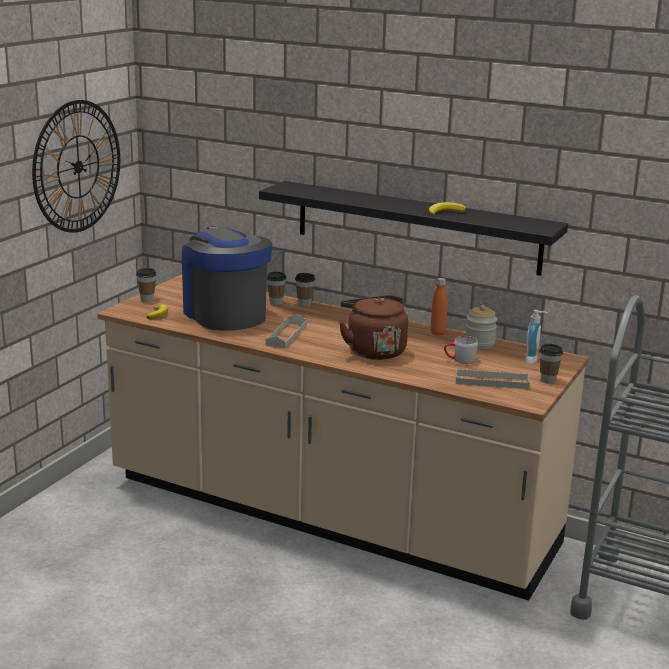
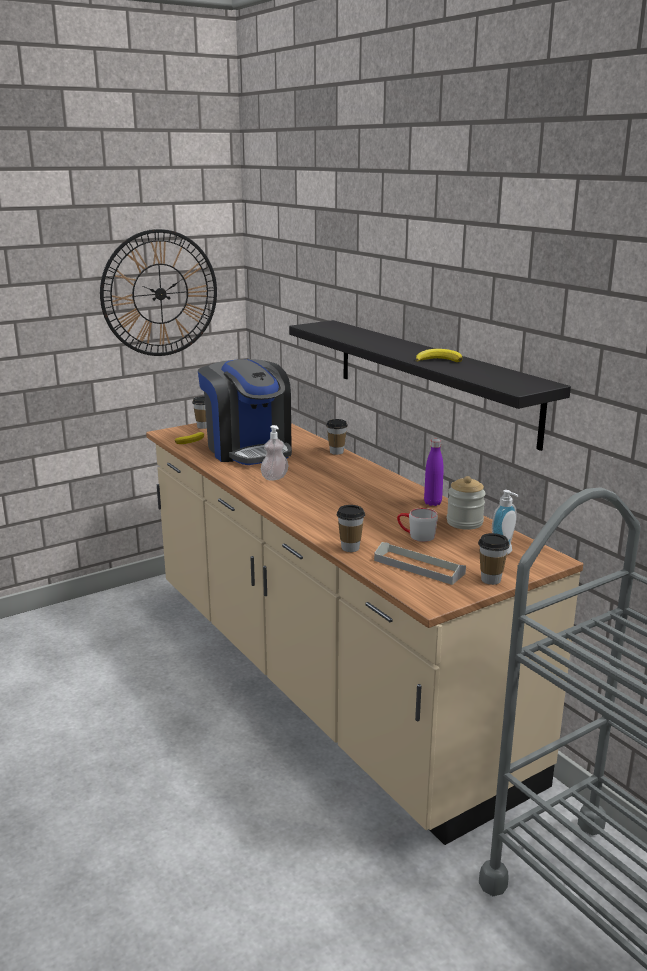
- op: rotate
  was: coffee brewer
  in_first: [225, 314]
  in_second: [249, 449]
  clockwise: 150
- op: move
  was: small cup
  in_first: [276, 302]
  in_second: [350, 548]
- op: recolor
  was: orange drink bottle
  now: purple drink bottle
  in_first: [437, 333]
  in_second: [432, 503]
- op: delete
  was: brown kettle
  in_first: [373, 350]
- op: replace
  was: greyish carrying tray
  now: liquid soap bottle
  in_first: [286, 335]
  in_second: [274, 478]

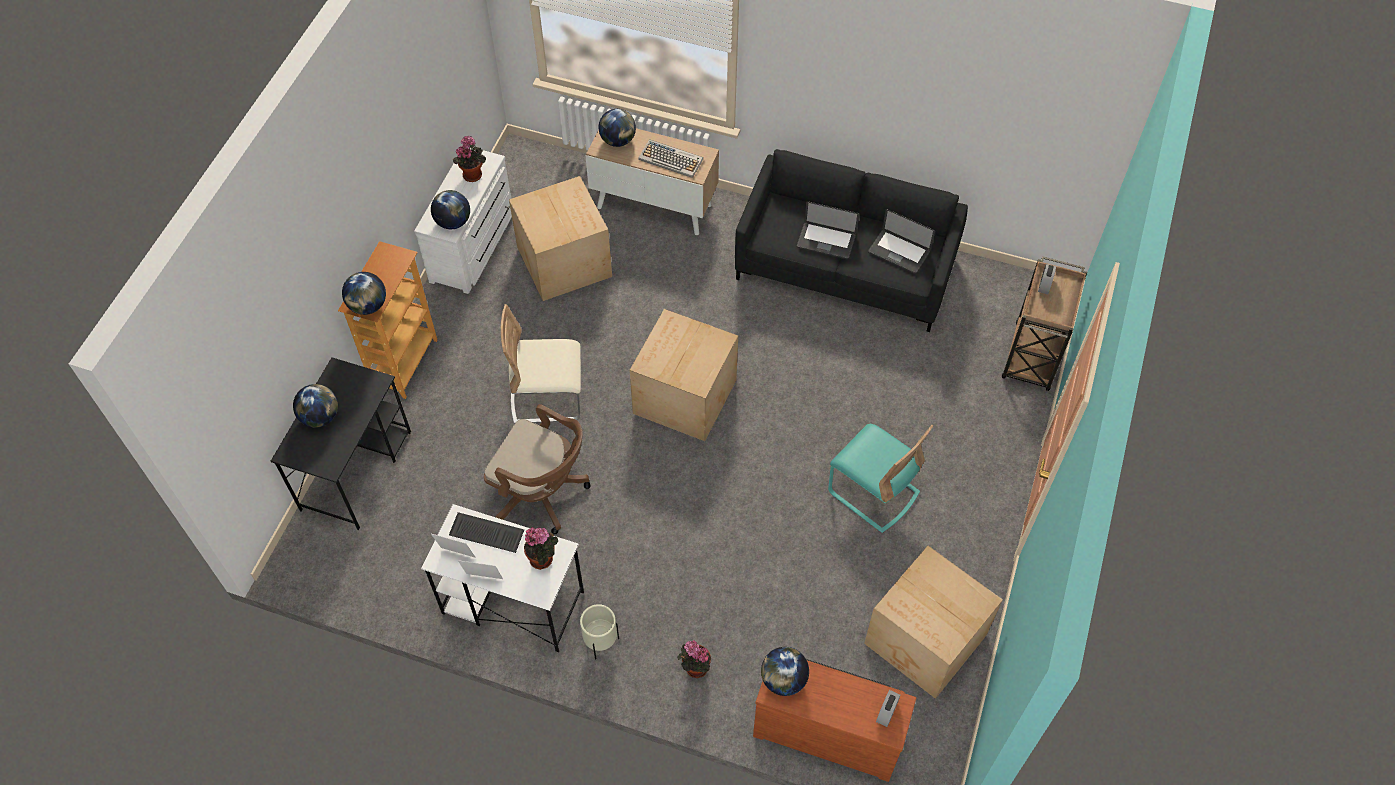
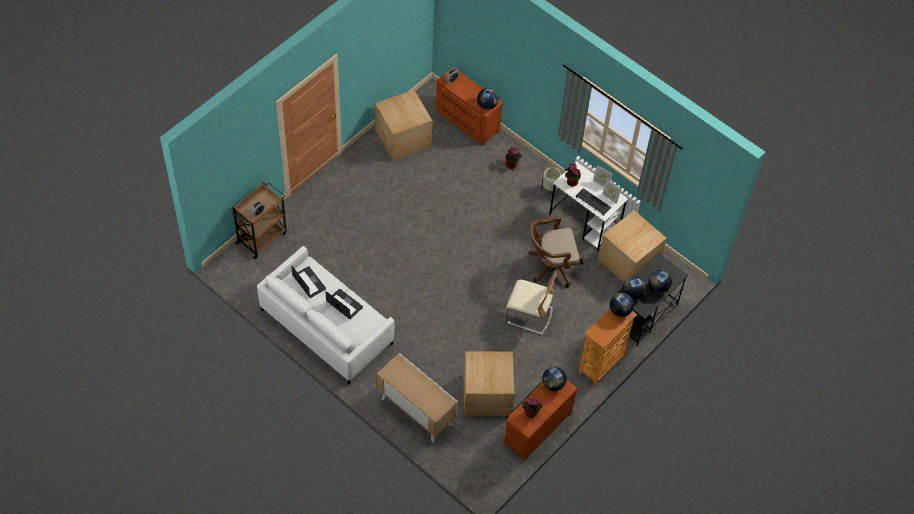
- op: move
  was: world globe
  in_first: [618, 140]
  in_second: [632, 293]
- op: delete
  was: keyboard
  in_first: [671, 159]
- op: recolor
  was: white-coloured drawer chest
  now: brown drawer chest
  in_first: [474, 246]
  in_second: [536, 426]
- op: recolor
  was: black-coloured settee
  now: white-coloured settee
  in_first: [845, 267]
  in_second: [327, 326]
- op: move
  was: packing box
  in_first: [683, 397]
  in_second: [629, 260]
- op: rotate
  was: brown computer chair
  in_first: [542, 494]
  in_second: [551, 266]
  clockwise: -60
- op: delete
  was: turquoise-coloured chair
  in_first: [873, 492]

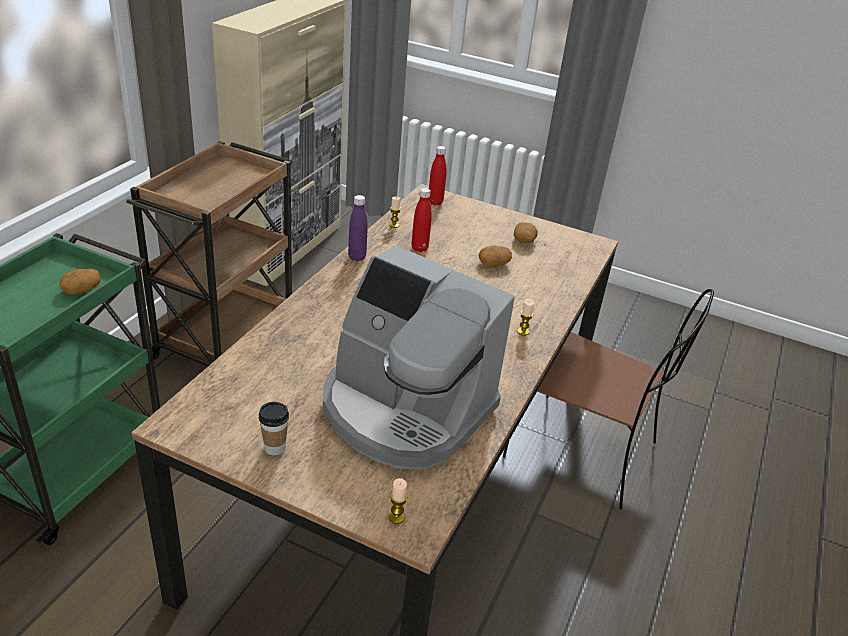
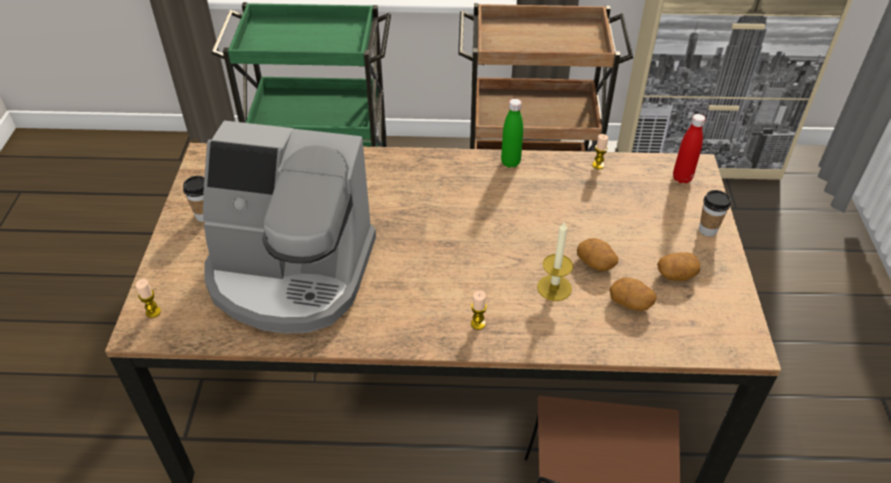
- op: delete
  was: red-coloured drink bottle
  in_first: [419, 248]
- op: recolor
  was: purple drink bottle
  now: greenish drink bottle
  in_first: [357, 257]
  in_second: [510, 162]
- op: rotate
  was: coffee brewer
  in_first: [404, 410]
  in_second: [291, 273]
  clockwise: -90
- op: move
  was: spud
  in_first: [82, 289]
  in_second: [631, 302]
- op: insert
  now: small cup
  in_second: [707, 230]
- op: insert
  now: wax candle
  in_second: [554, 288]

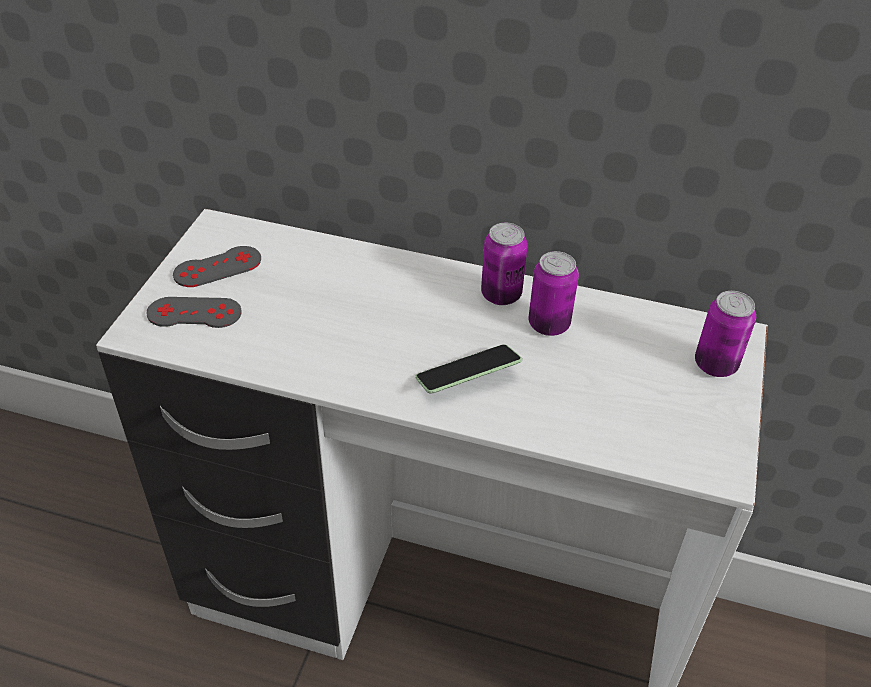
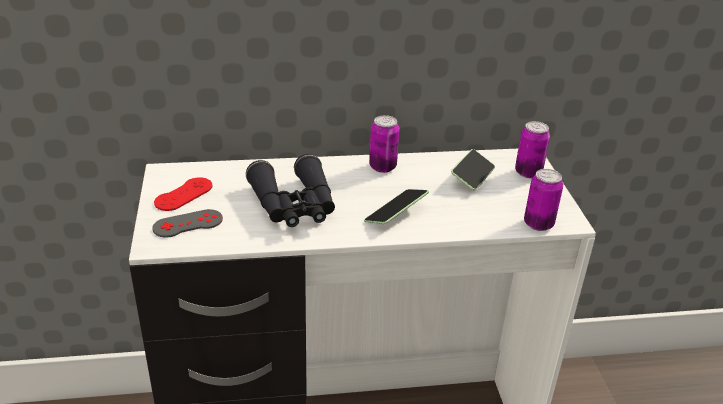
- op: recolor
  was: greyish joypad
  now: red-coloured joypad
  in_first: [217, 267]
  in_second: [183, 194]
- op: move
  was: metal can
  in_first: [548, 325]
  in_second: [538, 224]
- op: insert
  now: phone
  in_second: [472, 177]
- op: insert
  now: black-coloured pair of binoculars
  in_second: [294, 205]

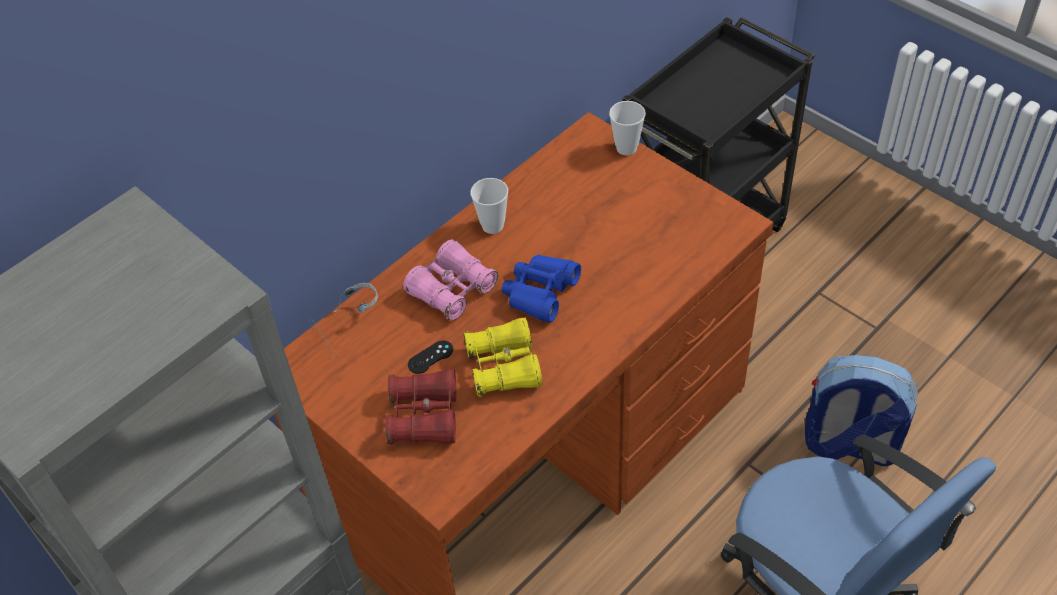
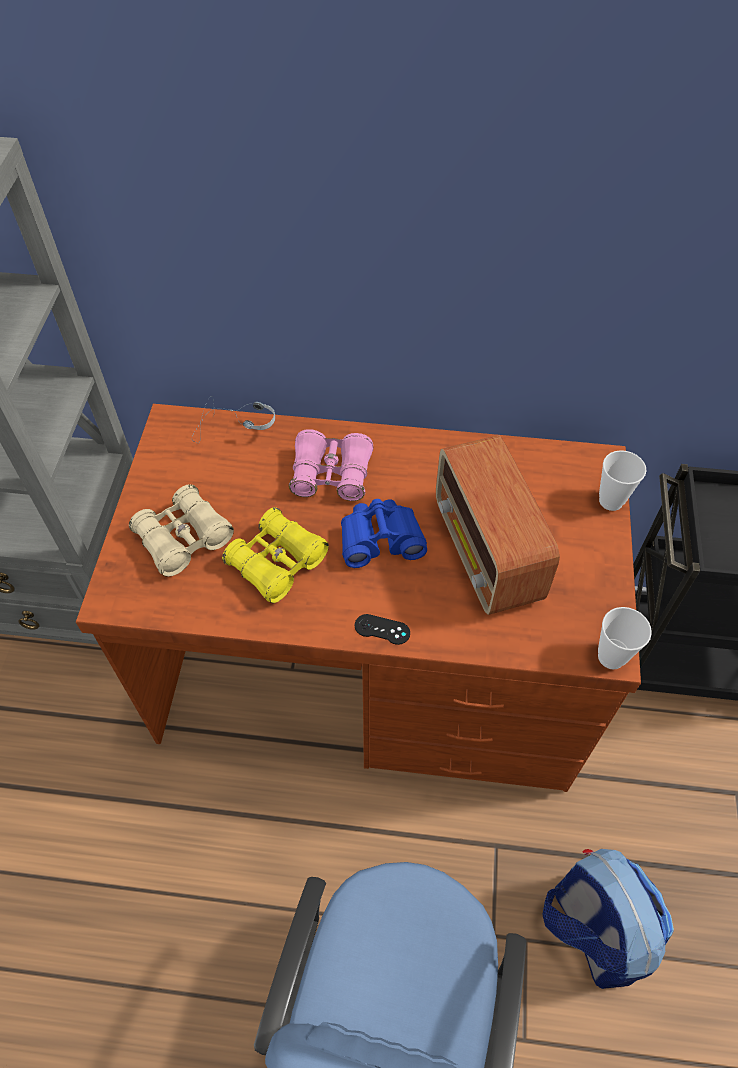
- op: move
  was: small cup
  in_first: [492, 225]
  in_second: [611, 657]
- op: move
  was: black-coloured joypad
  in_first: [430, 357]
  in_second: [382, 629]
- op: recolor
  was: red-coloured pair of binoculars
  now: beige pair of binoculars
  in_first: [424, 416]
  in_second: [184, 539]
- op: insert
  now: radio
  in_second: [487, 554]

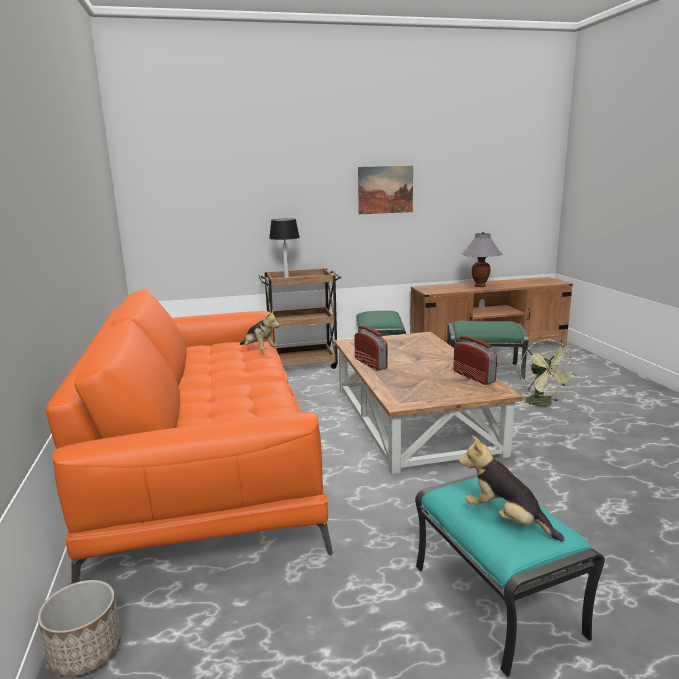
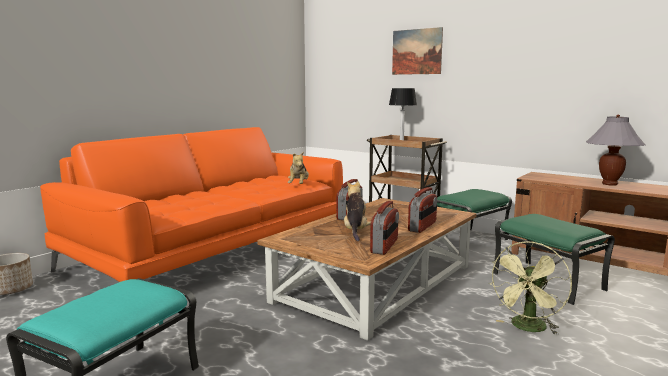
- op: move
  was: wall art
  in_first: [385, 190]
  in_second: [416, 51]
- op: move
  was: cuddly toy
  in_first: [506, 519]
  in_second: [355, 231]
- op: insert
  now: radio
  in_second: [422, 227]

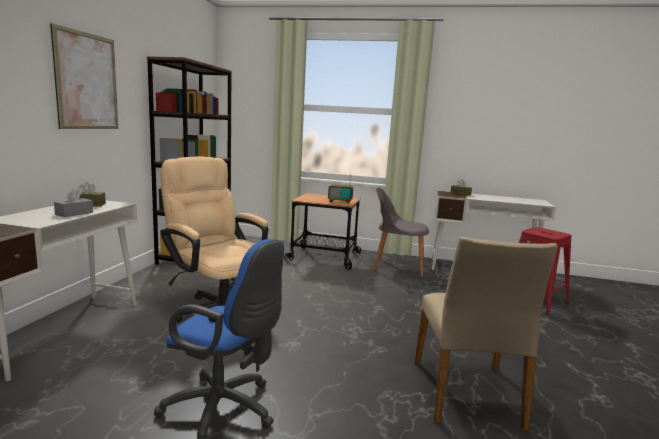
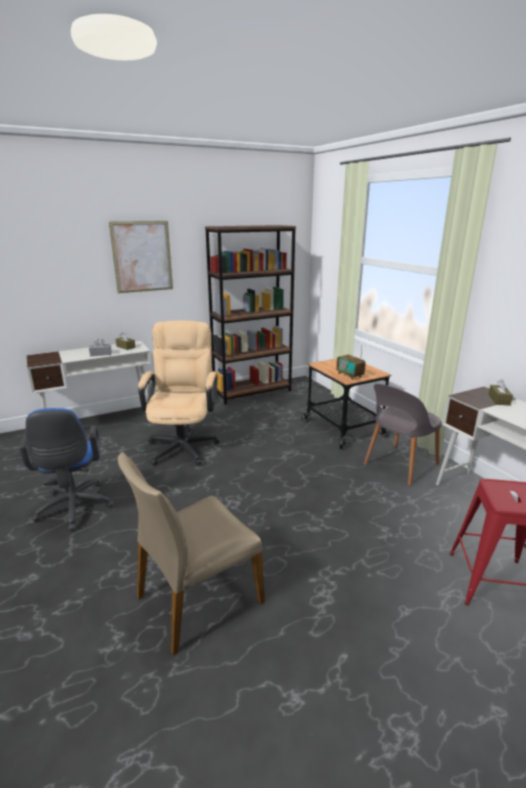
- op: rotate
  was: greyish chair
  in_first: [397, 267]
  in_second: [400, 465]
  clockwise: -105

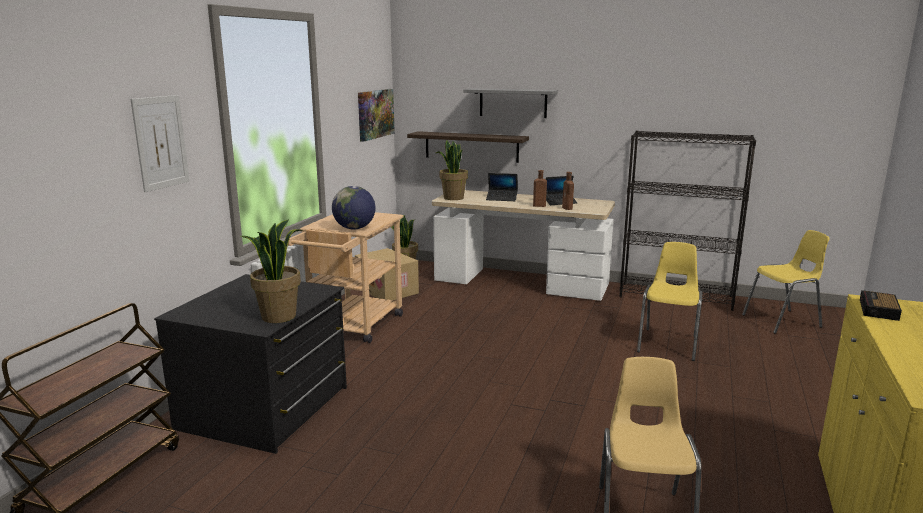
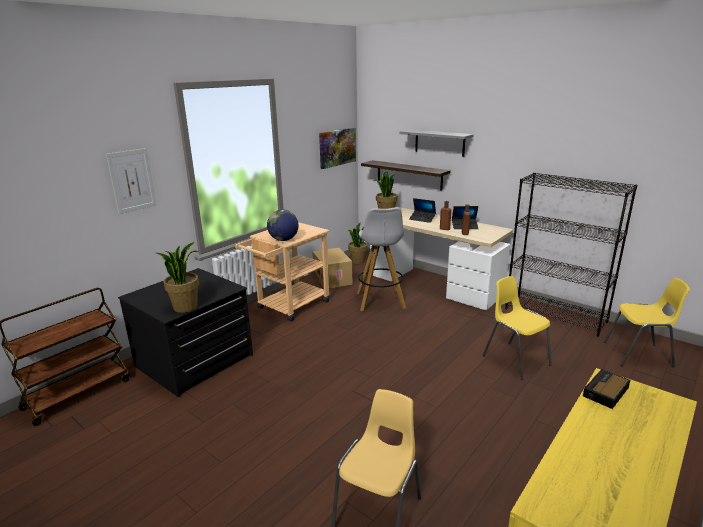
- op: rotate
  was: yellowish chair
  in_first: [668, 344]
  in_second: [515, 360]
  clockwise: -75
- op: insert
  now: white-coloured sitting stool
  in_second: [380, 301]

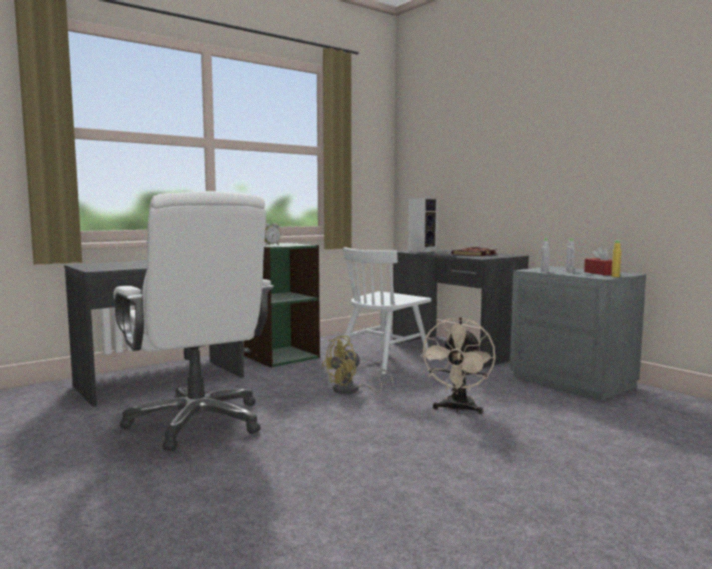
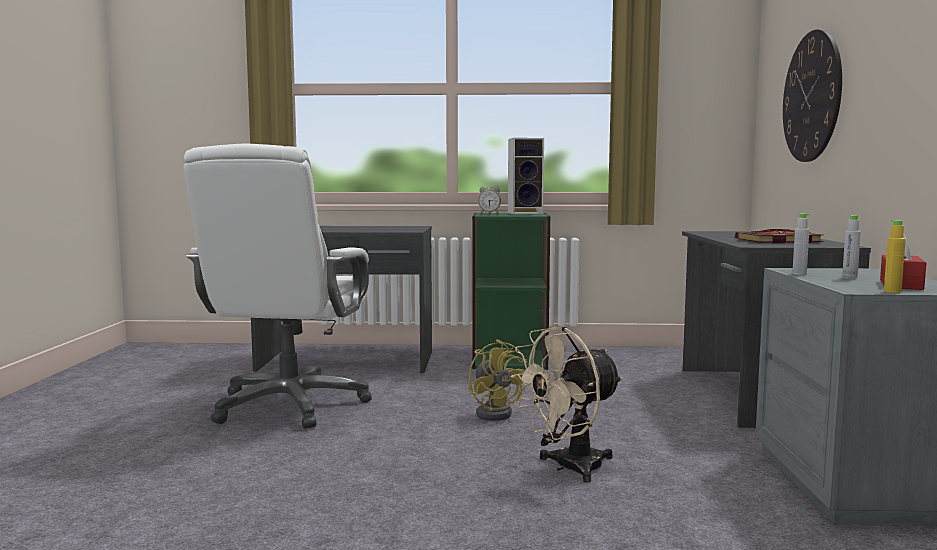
- op: move
  was: speaker
  in_first: [422, 251]
  in_second: [526, 213]
- op: delete
  was: white-coloured chair
  in_first: [384, 361]
- op: rotate
  was: yellowish cooling fan
  in_first: [352, 390]
  in_second: [496, 413]
  clockwise: -120
- op: insert
  now: clock on the wall
  in_second: [812, 97]

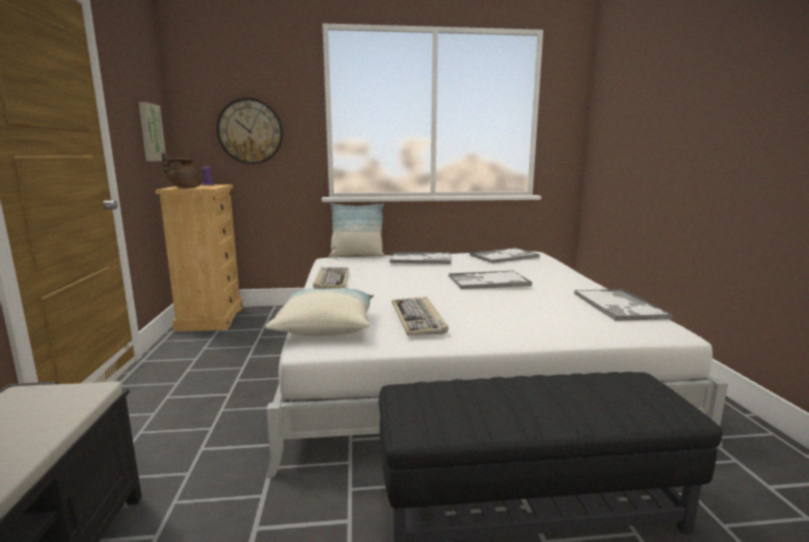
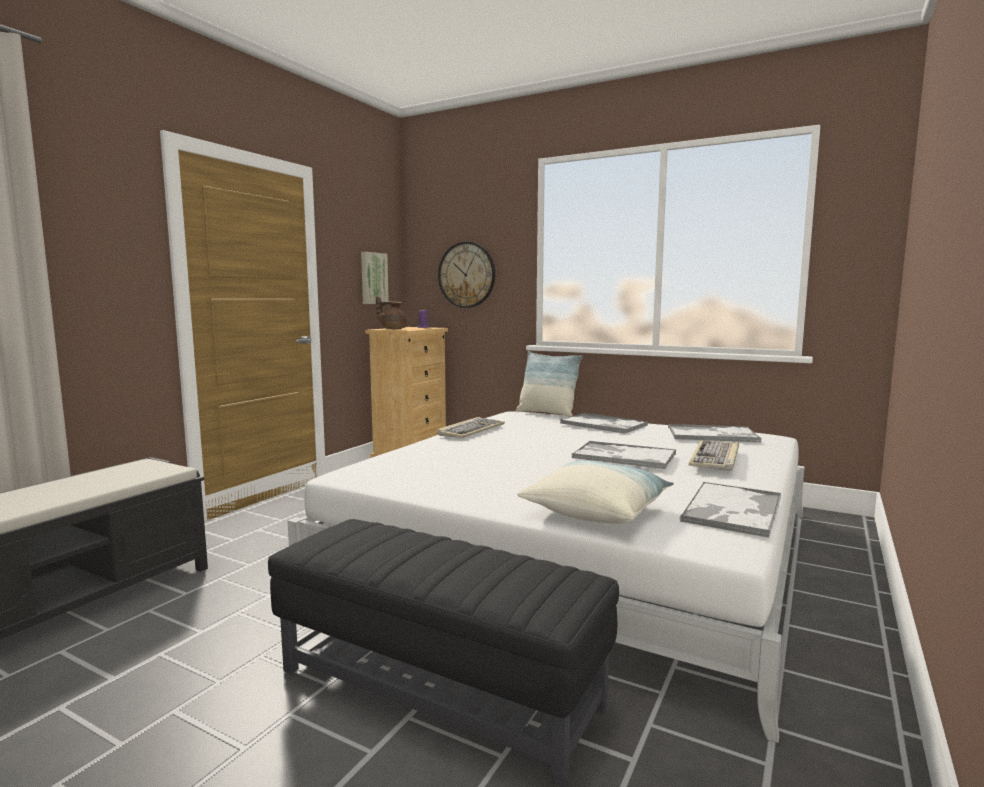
- op: move
  was: throw pillow
  in_first: [325, 327]
  in_second: [597, 510]
- op: move
  was: keyboard
  in_first: [418, 319]
  in_second: [715, 458]

